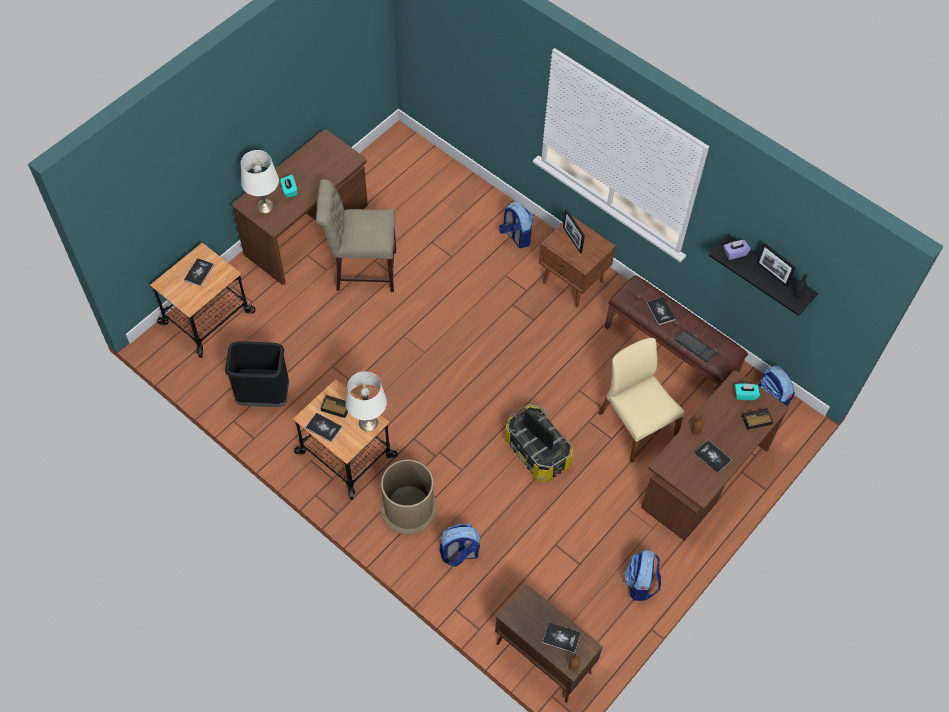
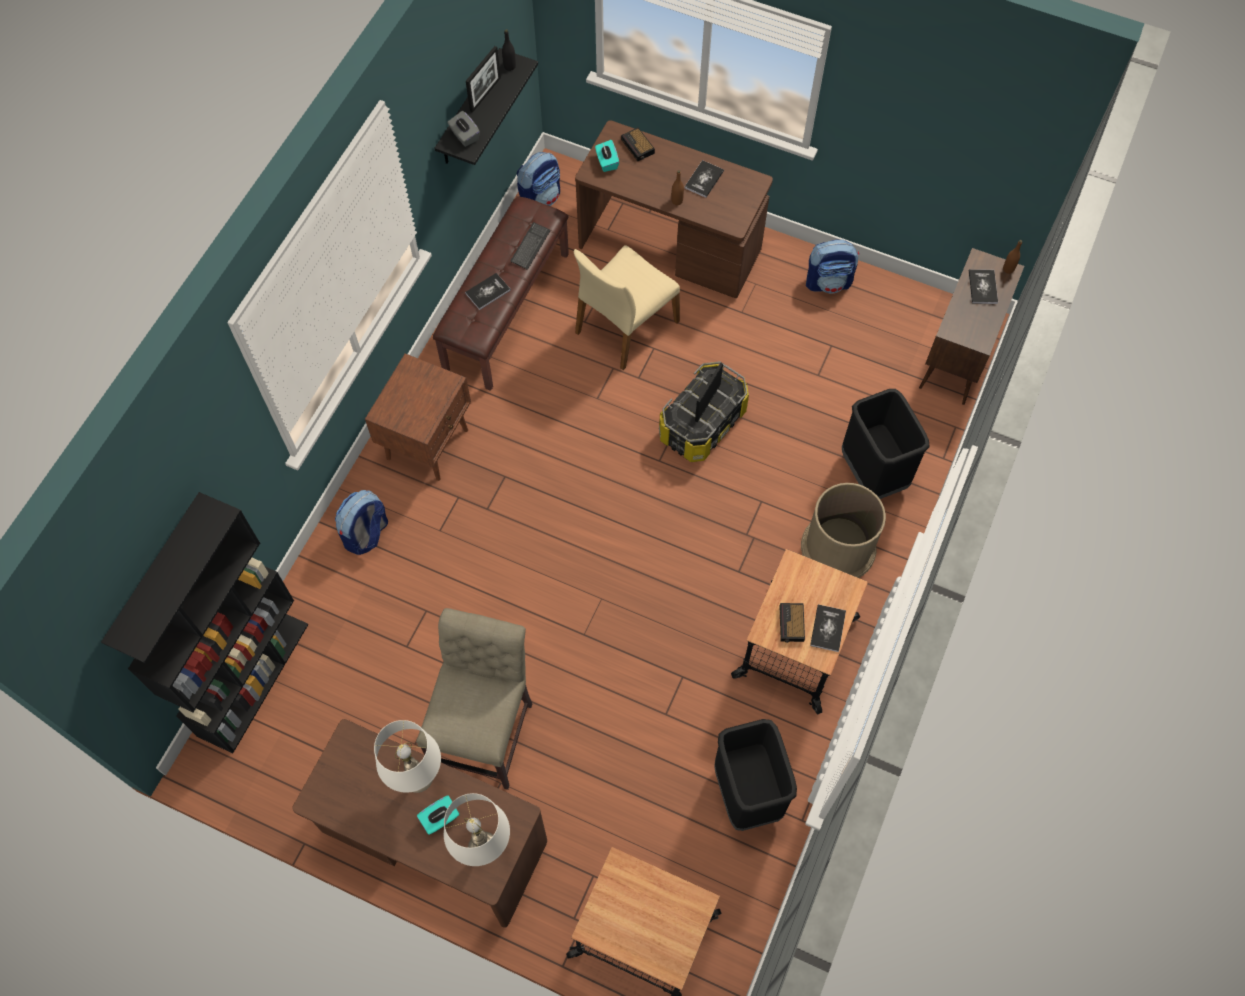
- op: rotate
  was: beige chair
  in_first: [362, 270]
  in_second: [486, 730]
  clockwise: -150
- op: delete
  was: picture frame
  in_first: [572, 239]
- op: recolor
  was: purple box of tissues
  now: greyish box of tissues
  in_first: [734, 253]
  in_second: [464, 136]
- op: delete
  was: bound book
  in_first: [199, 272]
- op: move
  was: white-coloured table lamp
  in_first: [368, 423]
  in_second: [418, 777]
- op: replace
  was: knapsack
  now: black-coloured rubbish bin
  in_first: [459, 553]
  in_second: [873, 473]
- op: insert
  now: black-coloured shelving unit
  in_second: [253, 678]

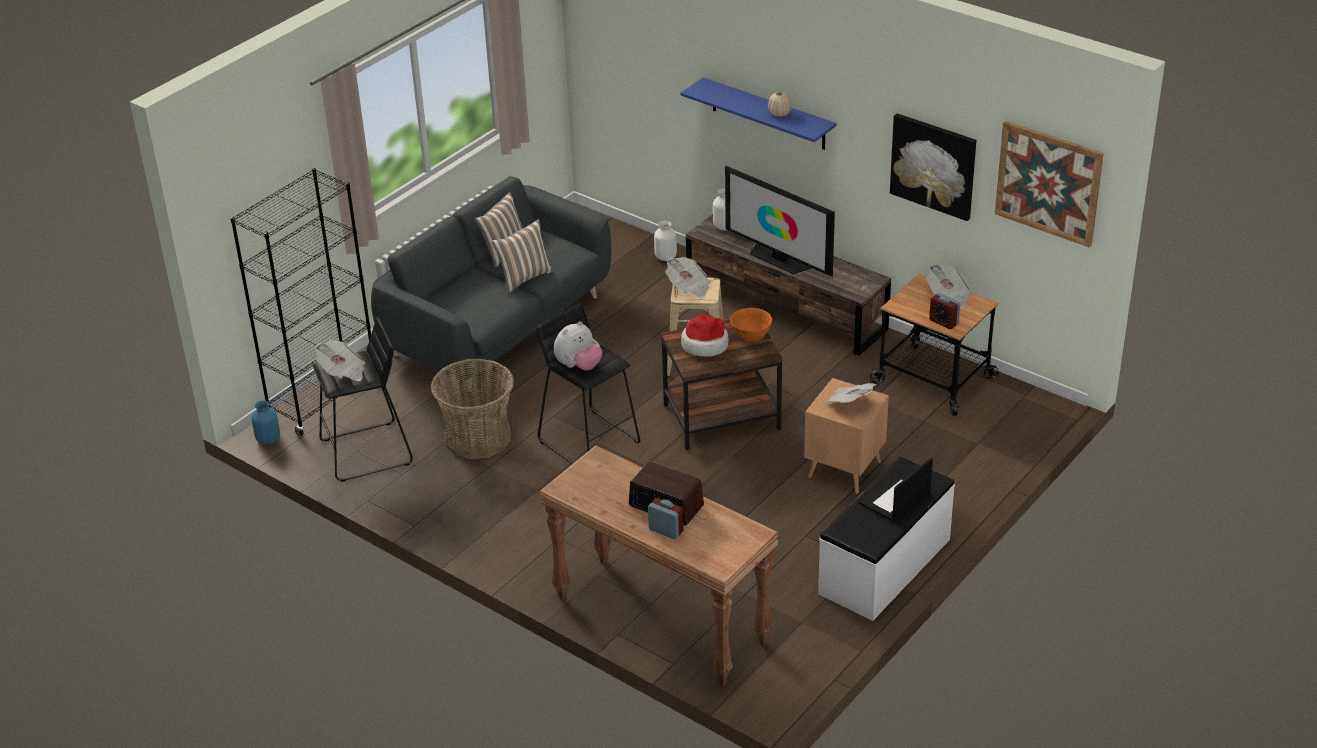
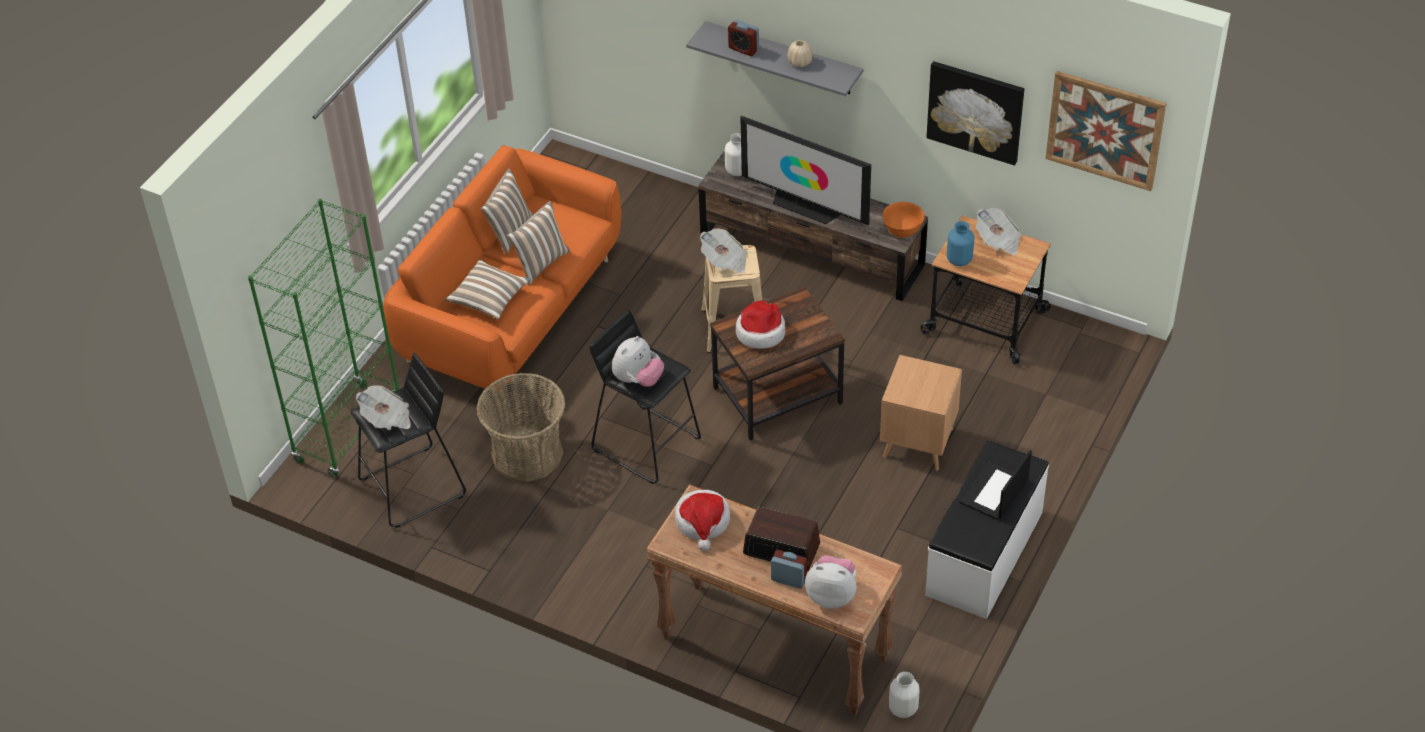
- op: recolor
  was: bluish shelf
  now: greyish shelf
  in_first: [768, 114]
  in_second: [783, 58]
- op: recolor
  was: black-coloured shelving unit
  now: greenish shelving unit
  in_first: [324, 401]
  in_second: [348, 429]
- op: recolor
  was: greyish settee
  now: orange settee
  in_first: [498, 326]
  in_second: [511, 311]
- op: move
  was: white-coloured vase
  in_first: [665, 257]
  in_second: [902, 708]
- op: move
  was: alarm clock
  in_first: [943, 322]
  in_second: [743, 49]
- op: move
  was: orange serving bowl
  in_first: [751, 337]
  in_second: [902, 231]
- op: delete
  was: newspaper
  in_first: [850, 403]
- op: move
  was: bluish vase
  in_first: [268, 439]
  in_second: [958, 260]
- op: insert
  now: throw pillow
  in_second: [489, 299]
- op: insert
  now: wearable hat
  in_second: [703, 522]
- op: insert
  now: cuddly toy
  in_second: [831, 595]

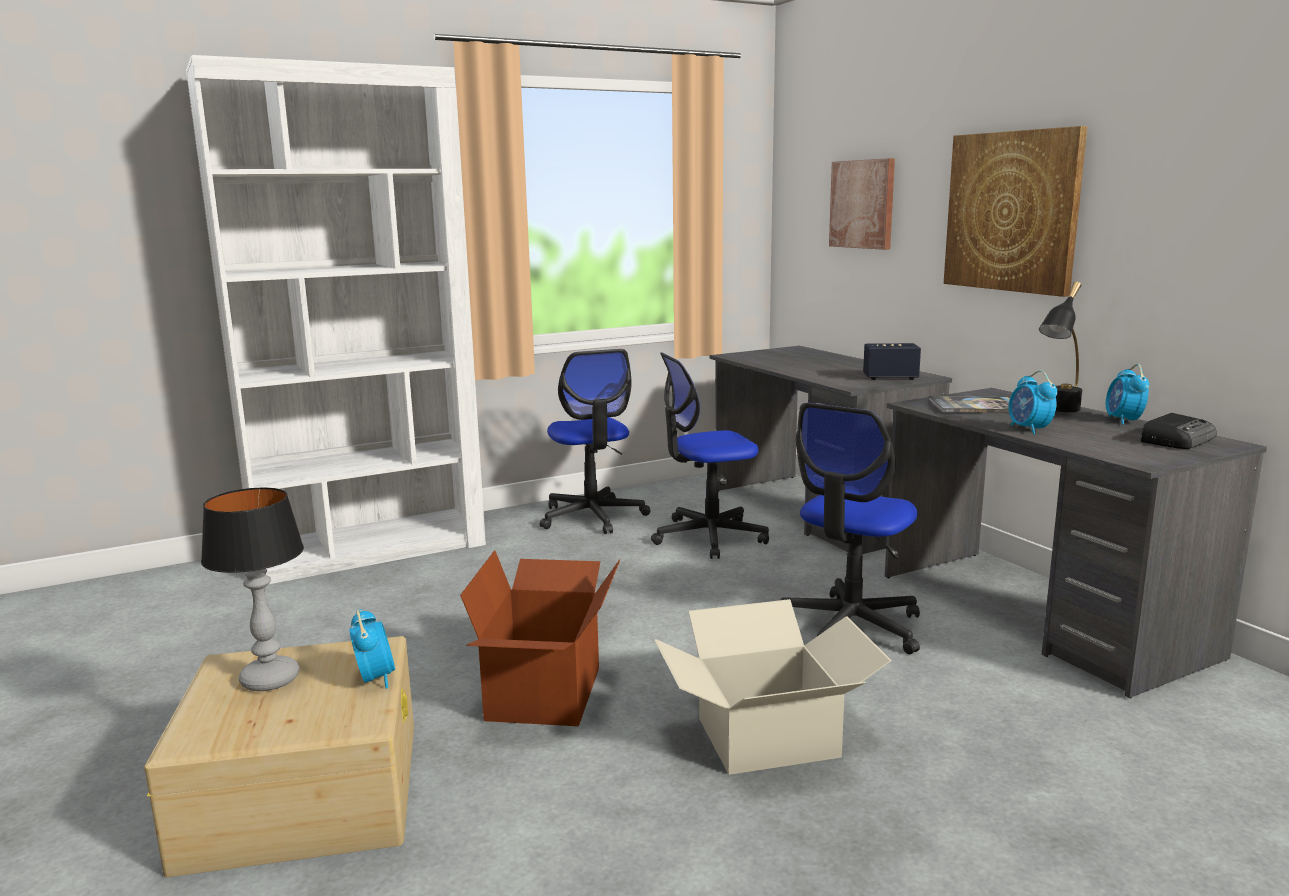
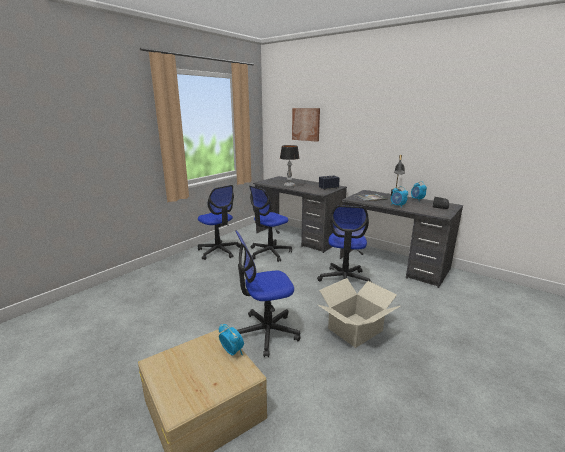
- op: delete
  was: white-coloured shelving unit
  in_first: [370, 549]
- op: delete
  was: wall art
  in_first: [1012, 211]
- op: move
  was: table lamp
  in_first: [271, 679]
  in_second: [289, 186]
- op: replace
  was: packing box
  now: computer chair
  in_first: [547, 694]
  in_second: [266, 332]

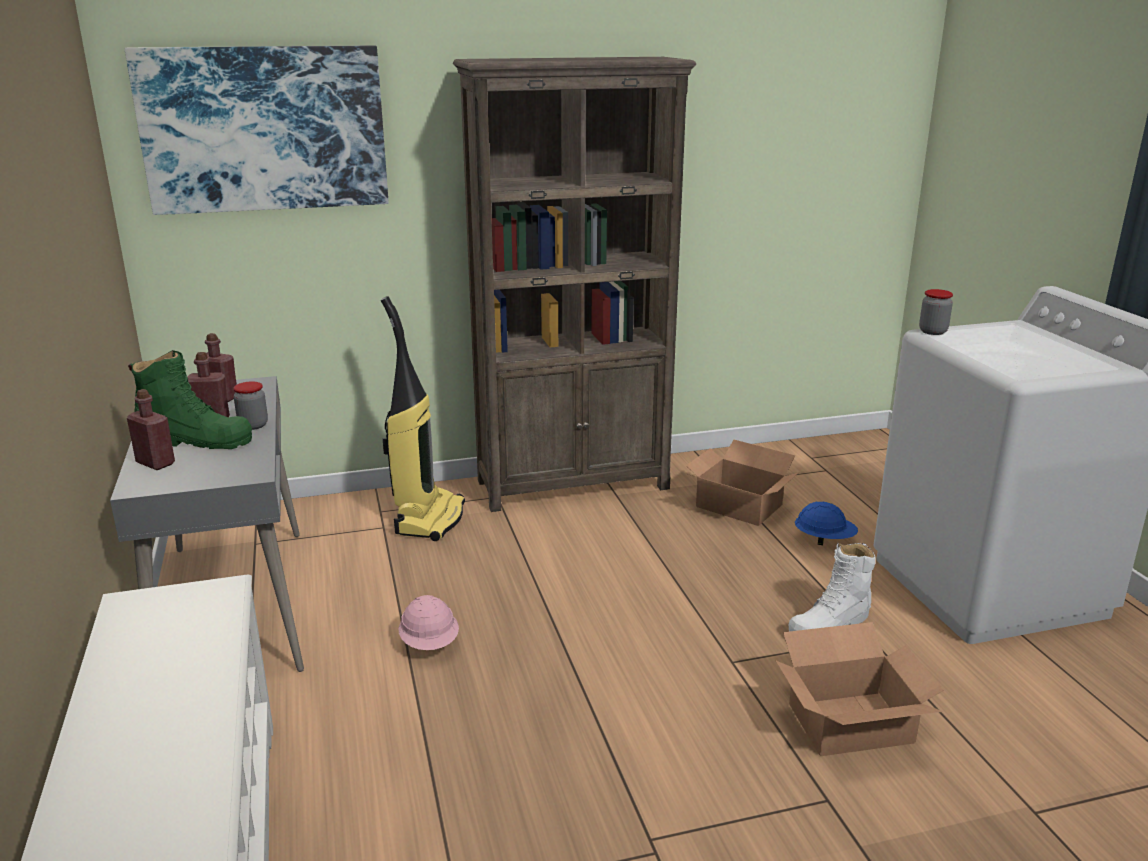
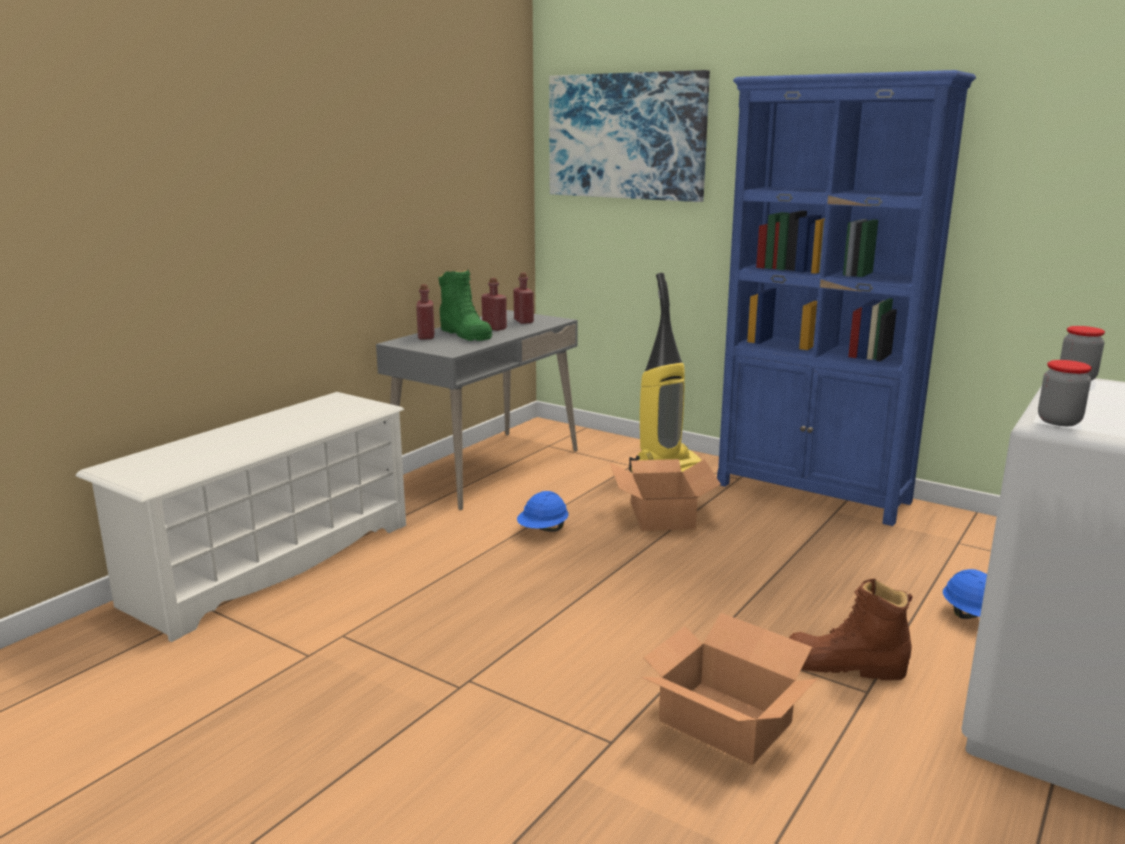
- op: recolor
  was: brown shelving unit
  now: bluish shelving unit
  in_first: [574, 484]
  in_second: [813, 493]
- op: move
  was: preserve jar
  in_first: [253, 425]
  in_second: [1059, 421]
- op: move
  was: packing box
  in_first: [738, 505]
  in_second: [662, 515]
- op: recolor
  was: white-coloured boot
  now: brown boot
  in_first: [829, 625]
  in_second: [845, 665]
- op: recolor
  was: pink-coloured hard hat
  now: bluish hard hat
  in_first: [430, 644]
  in_second: [543, 530]

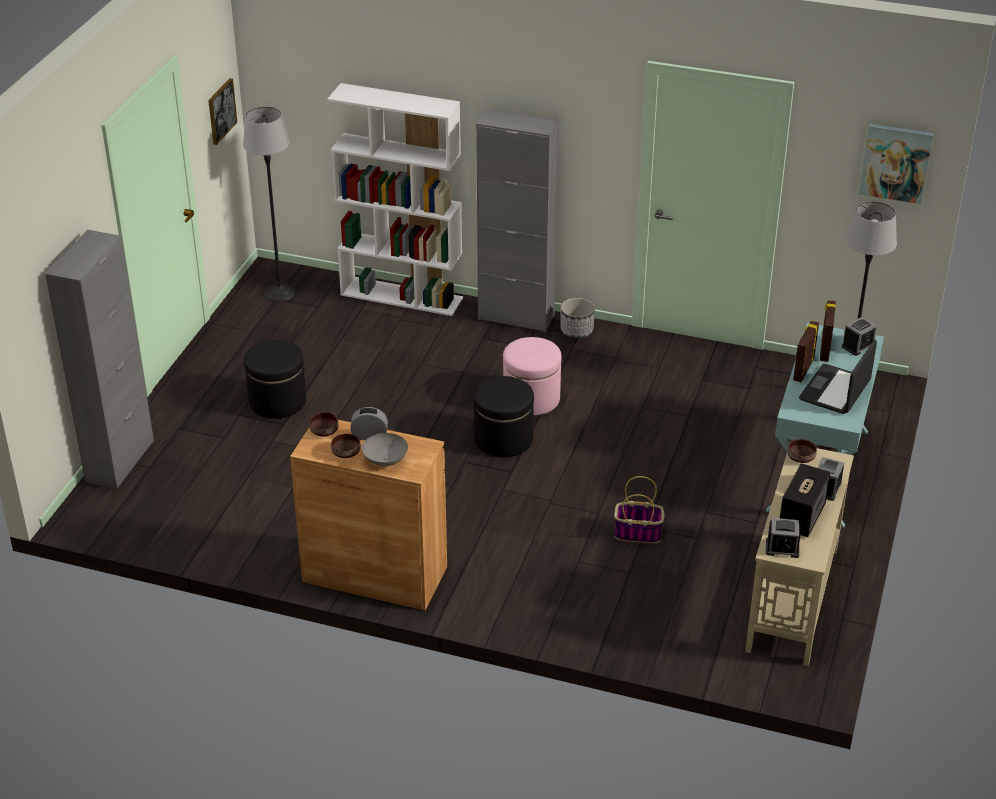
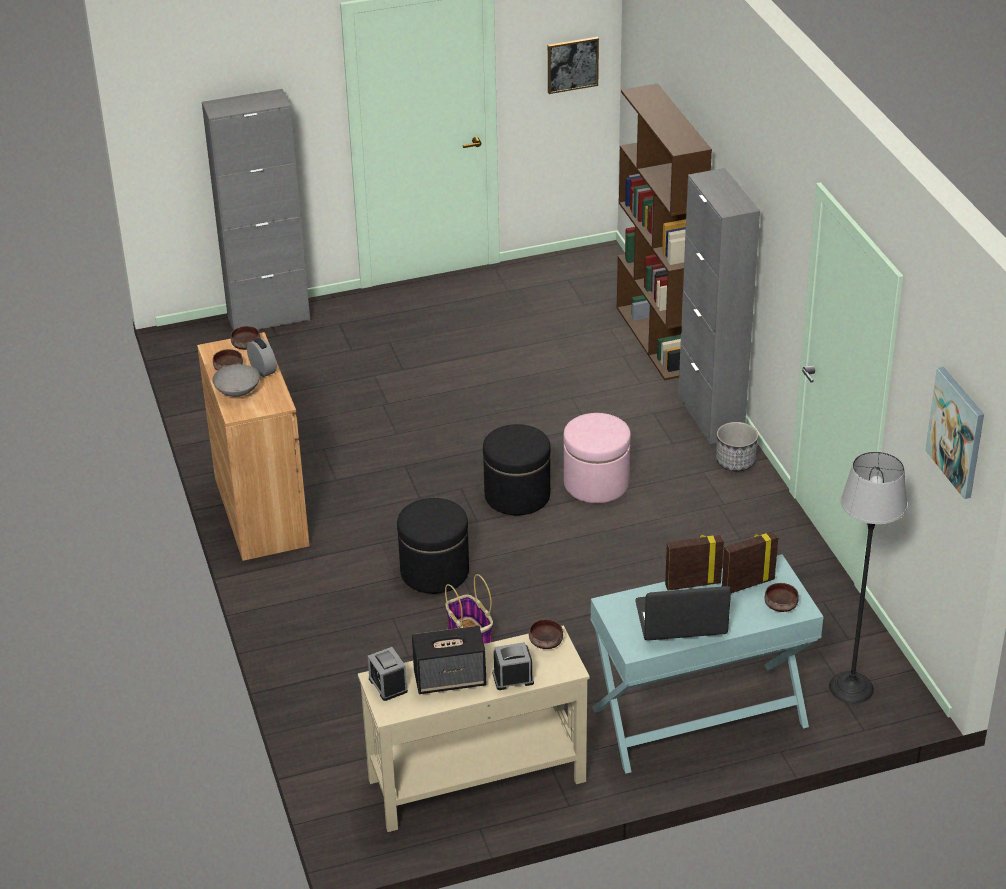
- op: recolor
  was: white-coloured shelving unit
  now: brown shelving unit
  in_first: [402, 296]
  in_second: [658, 340]
- op: delete
  was: standard lamp
  in_first: [280, 293]
- op: replace
  was: alarm clock
  now: brown serving bowl
  in_first: [858, 346]
  in_second: [781, 605]
- op: move
  was: black-coloured pouffe
  in_first: [277, 401]
  in_second: [434, 571]

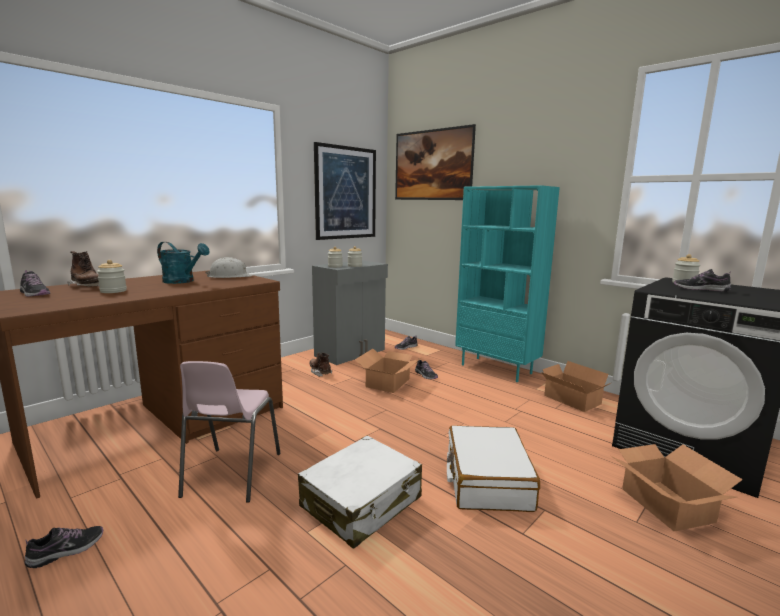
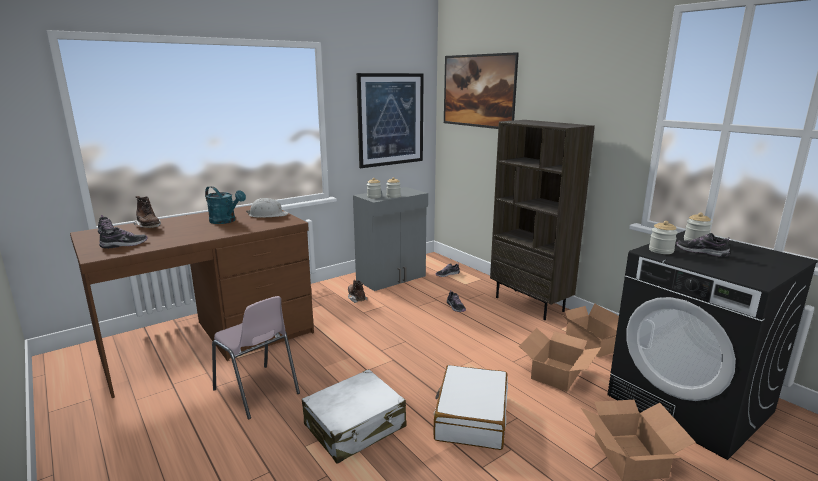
- op: recolor
  was: turquoise-coloured shelving unit
  now: brown shelving unit
  in_first: [497, 369]
  in_second: [530, 304]
- op: move
  was: preserve jar
  in_first: [113, 291]
  in_second: [661, 250]
- op: move
  was: packing box
  in_first: [387, 383]
  in_second: [556, 374]
- op: rotate
  was: pink-coloured chair
  in_first: [231, 475]
  in_second: [257, 392]
  clockwise: -60
- op: move
  was: shoe
  in_first: [66, 551]
  in_second: [124, 245]

